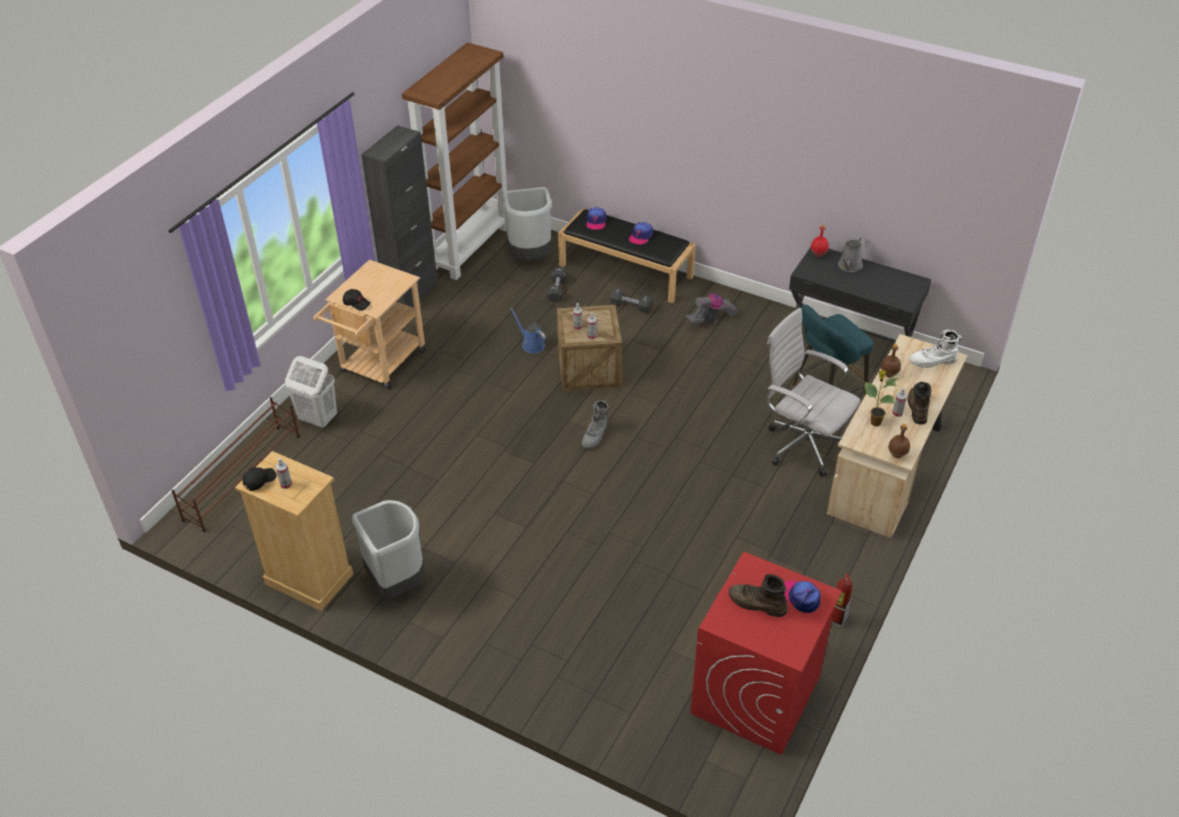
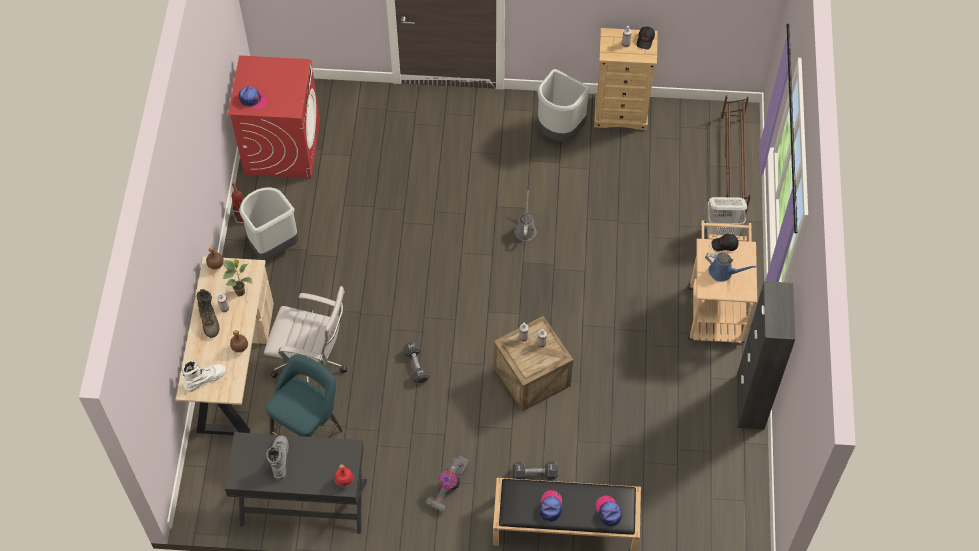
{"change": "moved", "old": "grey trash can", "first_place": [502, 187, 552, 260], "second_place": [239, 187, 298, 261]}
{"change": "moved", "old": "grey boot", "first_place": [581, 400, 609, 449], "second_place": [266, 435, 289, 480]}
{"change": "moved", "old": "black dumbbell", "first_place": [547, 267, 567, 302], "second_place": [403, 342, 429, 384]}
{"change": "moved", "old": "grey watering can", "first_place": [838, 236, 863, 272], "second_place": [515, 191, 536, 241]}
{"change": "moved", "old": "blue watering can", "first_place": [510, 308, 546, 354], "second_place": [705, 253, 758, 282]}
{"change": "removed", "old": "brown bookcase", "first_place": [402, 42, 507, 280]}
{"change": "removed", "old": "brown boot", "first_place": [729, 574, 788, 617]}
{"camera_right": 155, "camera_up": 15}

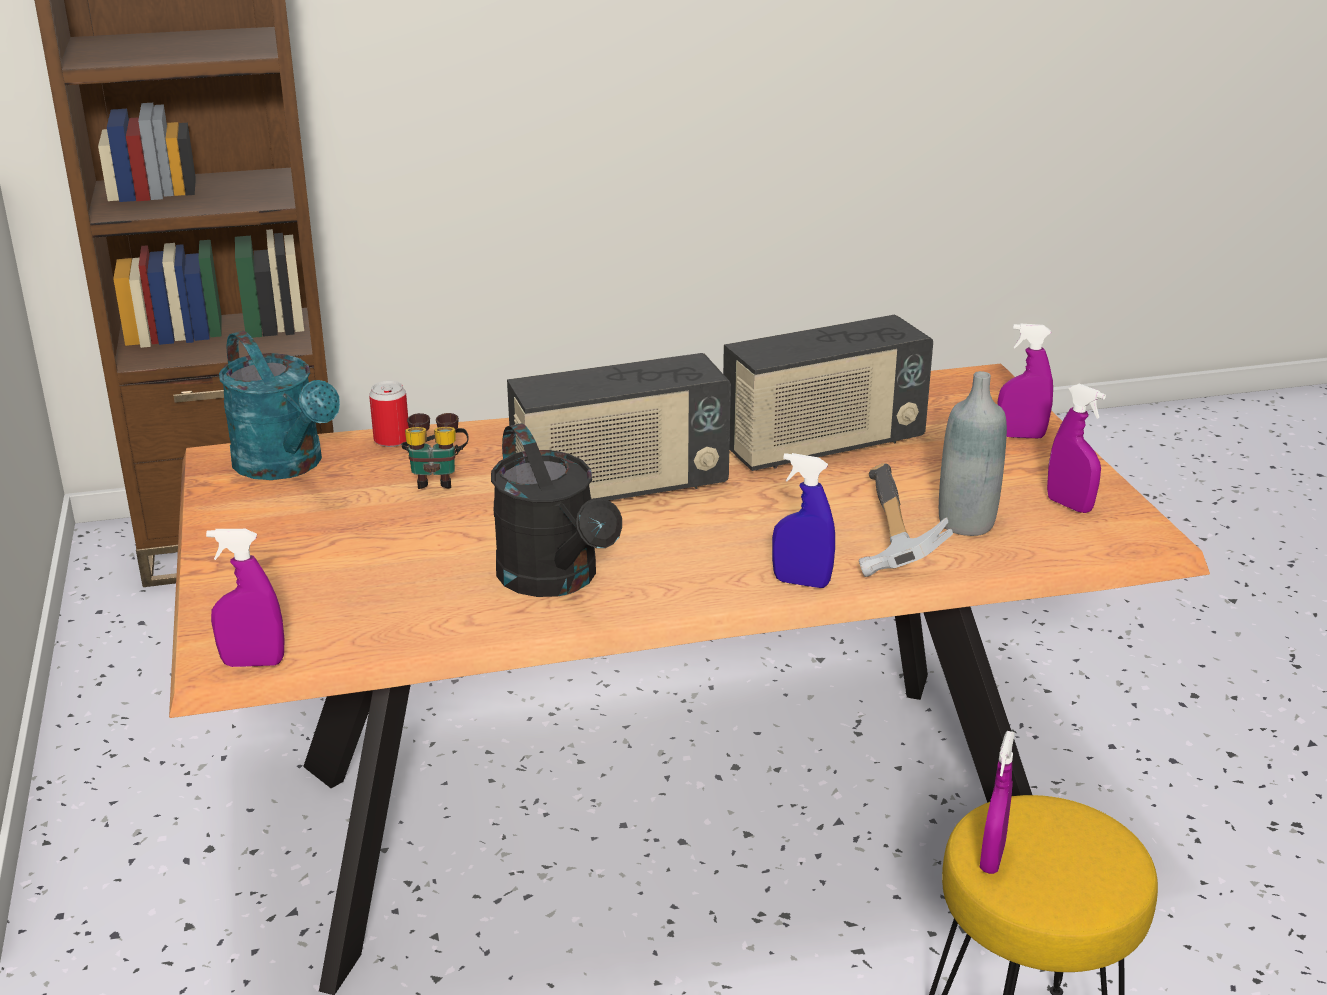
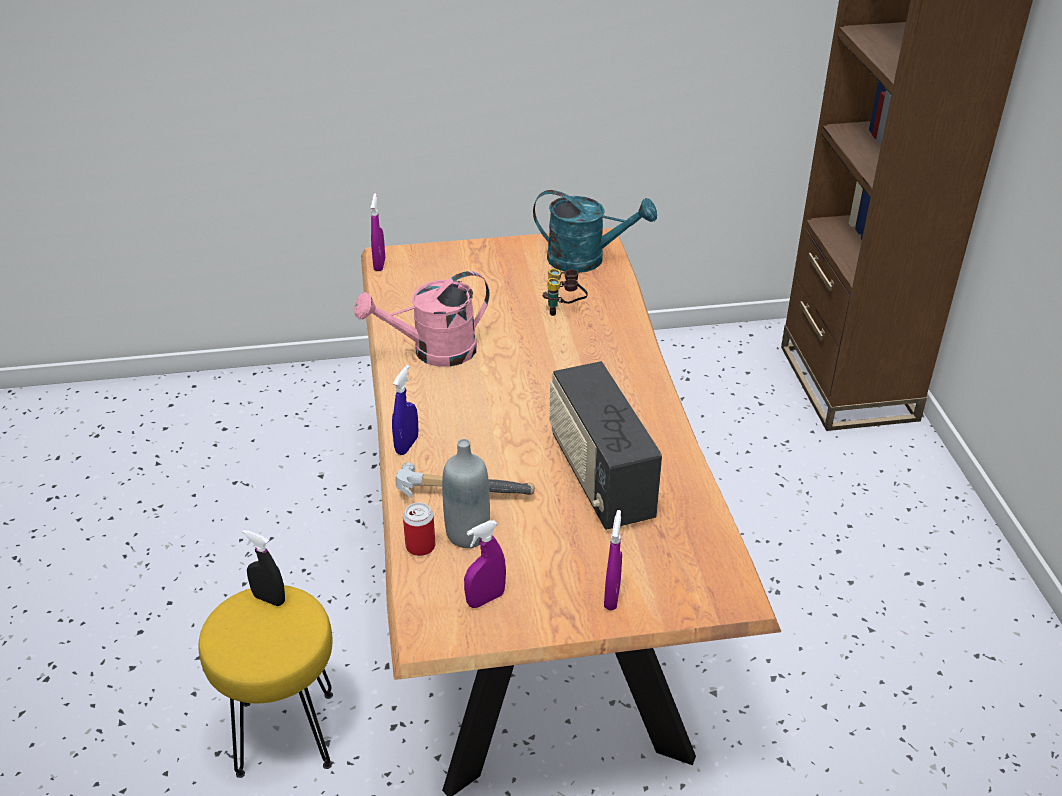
{"change": "recoloured", "old": "purple spray bottle", "new": "black spray bottle", "first_place": [980, 731, 1015, 874], "second_place": [242, 530, 285, 606]}
{"change": "recoloured", "old": "black watering can", "new": "pink watering can", "first_place": [491, 423, 622, 597], "second_place": [354, 271, 490, 367]}
{"change": "moved", "old": "can", "first_place": [369, 381, 409, 447], "second_place": [403, 502, 435, 556]}
{"change": "turned", "old": "turquoise watering can", "first_place": [219, 331, 340, 480], "second_place": [533, 190, 657, 273], "degrees": -135}
{"change": "removed", "old": "radio", "first_place": [507, 353, 731, 501]}
{"camera_right": 95, "camera_up": 10}

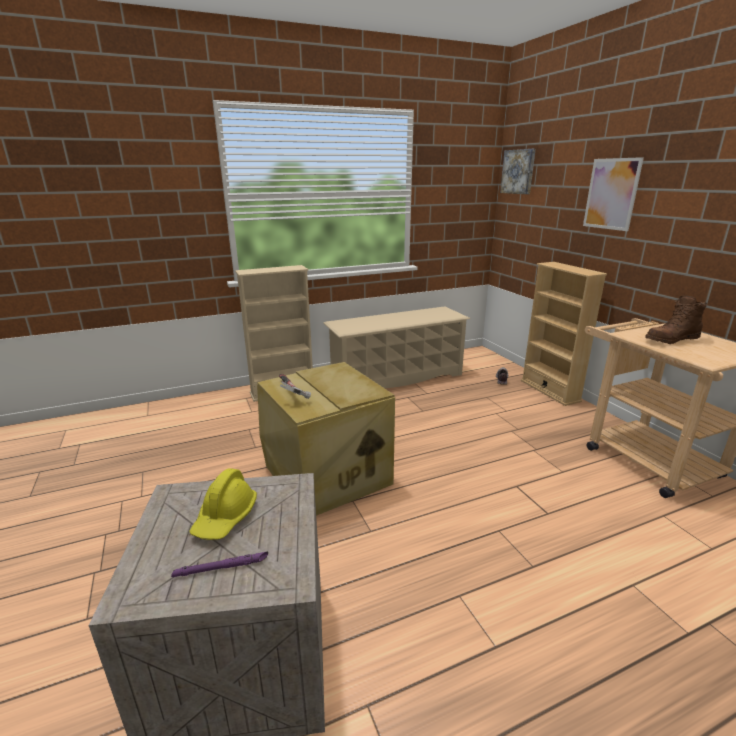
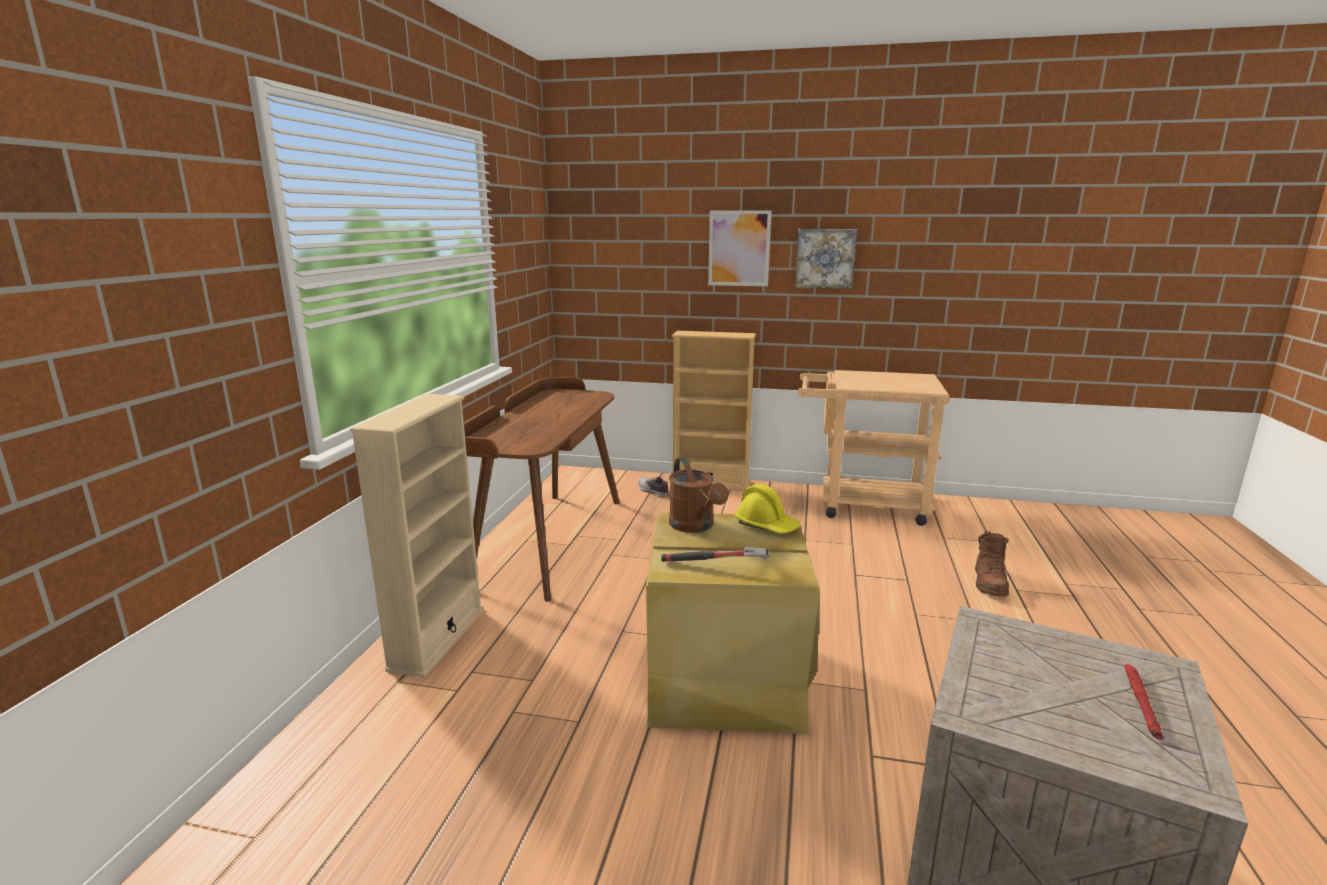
{"change": "replaced", "old": "beige shoe rack", "new": "brown desk", "first_place": [323, 306, 470, 388], "second_place": [464, 377, 620, 602]}
{"change": "added", "new": "brown watering can", "second_place": [669, 457, 728, 533]}
{"change": "moved", "old": "yellow hard hat", "first_place": [189, 468, 257, 540], "second_place": [734, 484, 801, 533]}
{"change": "moved", "old": "picture", "first_place": [500, 149, 536, 194], "second_place": [795, 229, 857, 289]}
{"change": "moved", "old": "brown boot", "first_place": [645, 296, 707, 344], "second_place": [975, 531, 1009, 597]}
{"change": "recoloured", "old": "purple flashlight", "new": "red flashlight", "first_place": [171, 552, 268, 577], "second_place": [1124, 664, 1163, 740]}
{"camera_right": -55, "camera_up": -5}

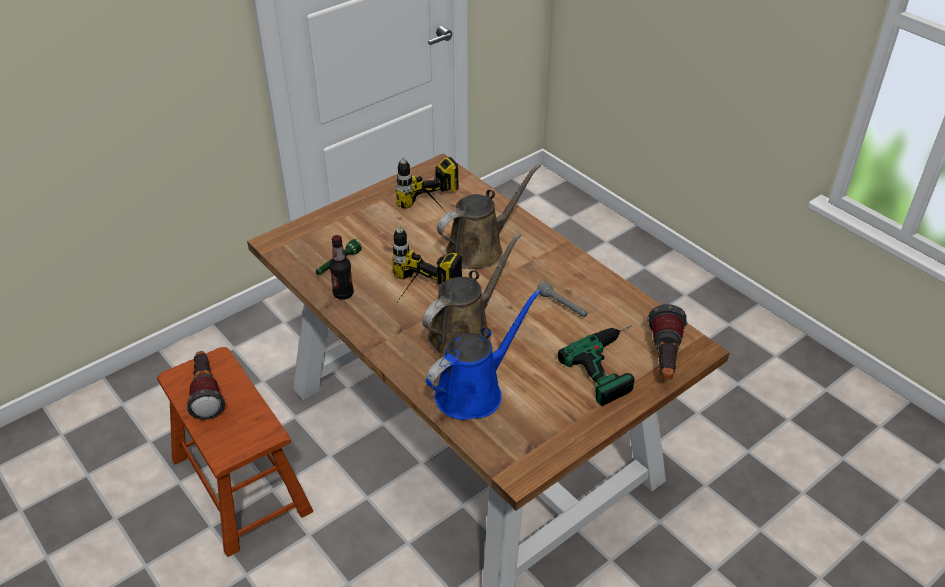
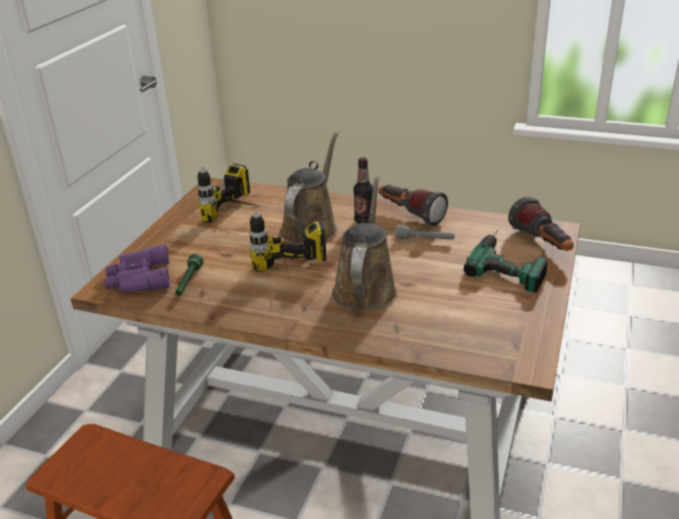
{"change": "added", "new": "purple binoculars", "second_place": [104, 244, 170, 292]}
{"change": "moved", "old": "bottle", "first_place": [329, 235, 354, 300], "second_place": [353, 157, 373, 224]}
{"change": "moved", "old": "flashlight", "first_place": [186, 351, 226, 420], "second_place": [379, 185, 448, 226]}
{"change": "removed", "old": "blue watering can", "first_place": [426, 289, 541, 420]}
{"camera_right": -30, "camera_up": -10}

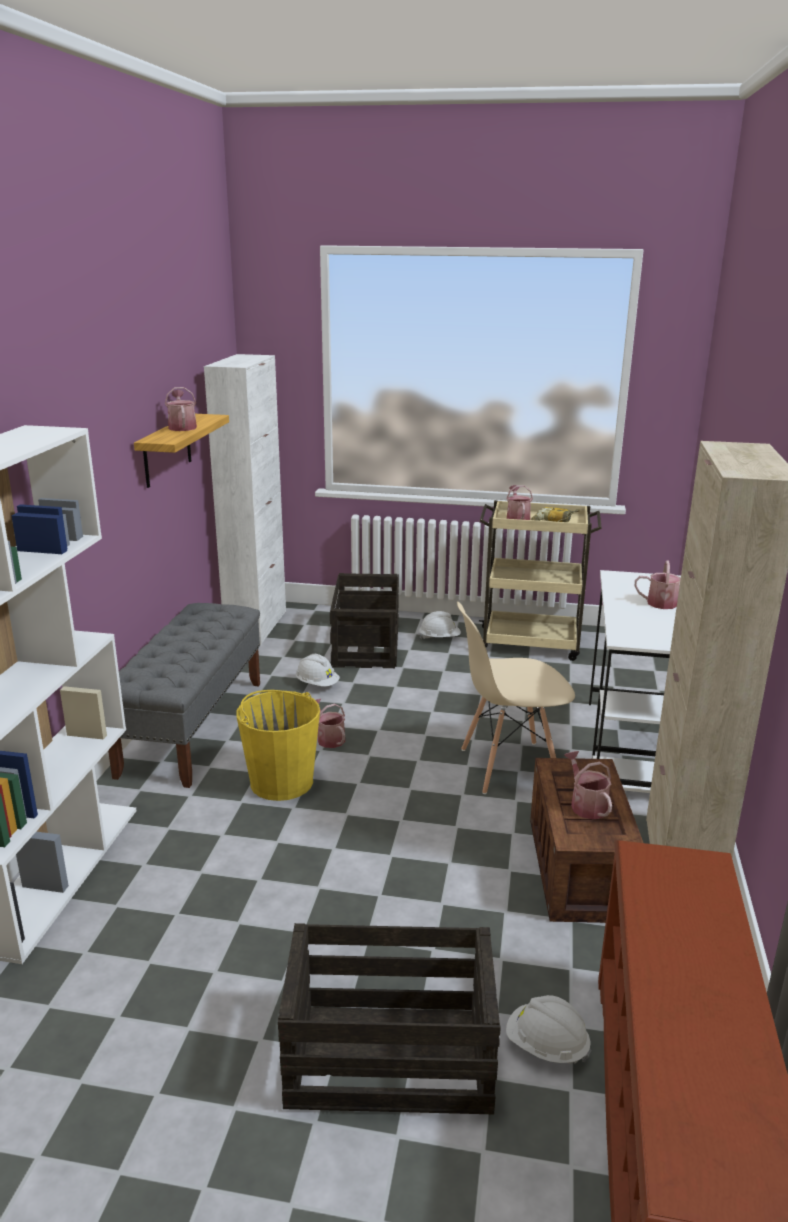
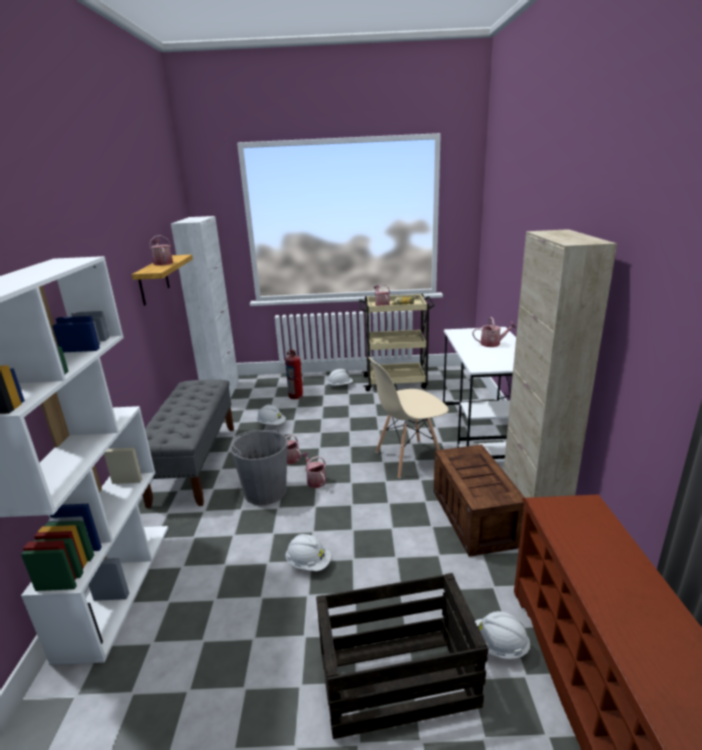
{"change": "recoloured", "old": "yellow bucket", "new": "grey bucket", "first_place": [236, 690, 320, 801], "second_place": [230, 429, 288, 505]}
{"change": "replaced", "old": "crate", "new": "fire extinguisher", "first_place": [330, 573, 399, 668], "second_place": [285, 349, 303, 399]}
{"change": "added", "new": "white hard hat", "second_place": [285, 534, 331, 571]}
{"change": "moved", "old": "watering can", "first_place": [564, 751, 612, 820], "second_place": [301, 452, 327, 488]}
{"camera_right": -10, "camera_up": 0}

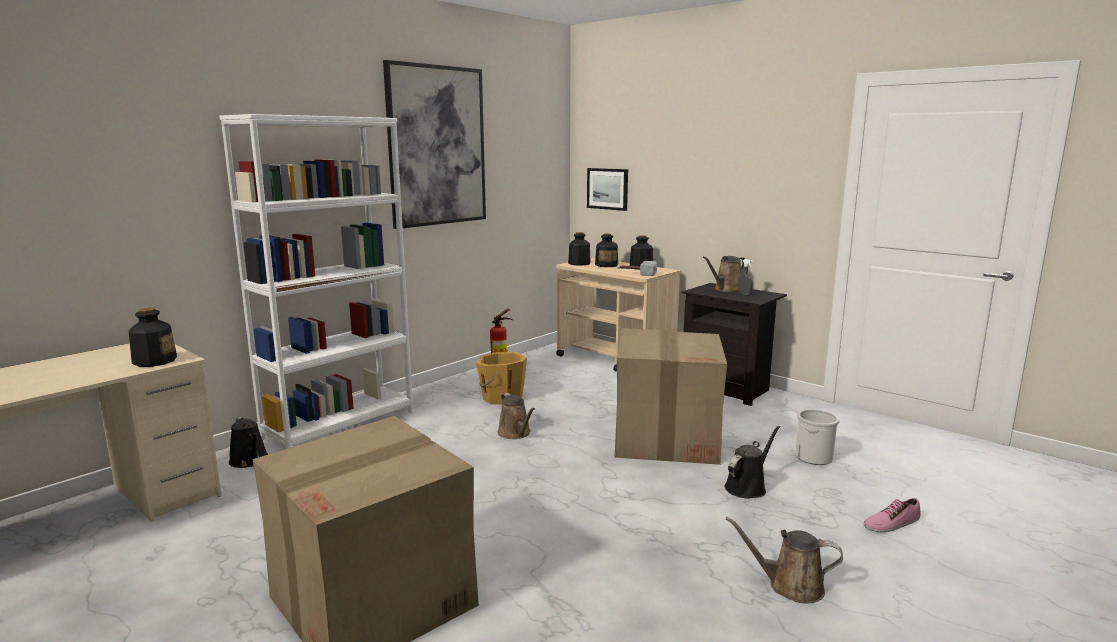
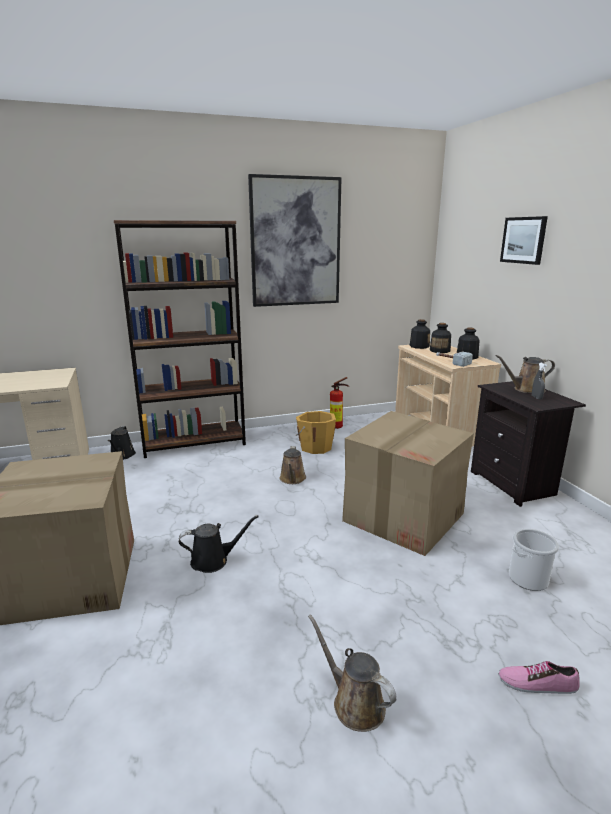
{"change": "recoloured", "old": "white bookcase", "new": "brown bookcase", "first_place": [219, 114, 413, 449], "second_place": [114, 220, 246, 458]}
{"change": "moved", "old": "black watering can", "first_place": [725, 426, 780, 498], "second_place": [179, 515, 259, 573]}
{"change": "moved", "old": "picture", "first_place": [587, 168, 628, 211], "second_place": [500, 216, 548, 265]}
{"change": "removed", "old": "bottle", "first_place": [129, 308, 177, 367]}
{"camera_right": 30, "camera_up": 5}

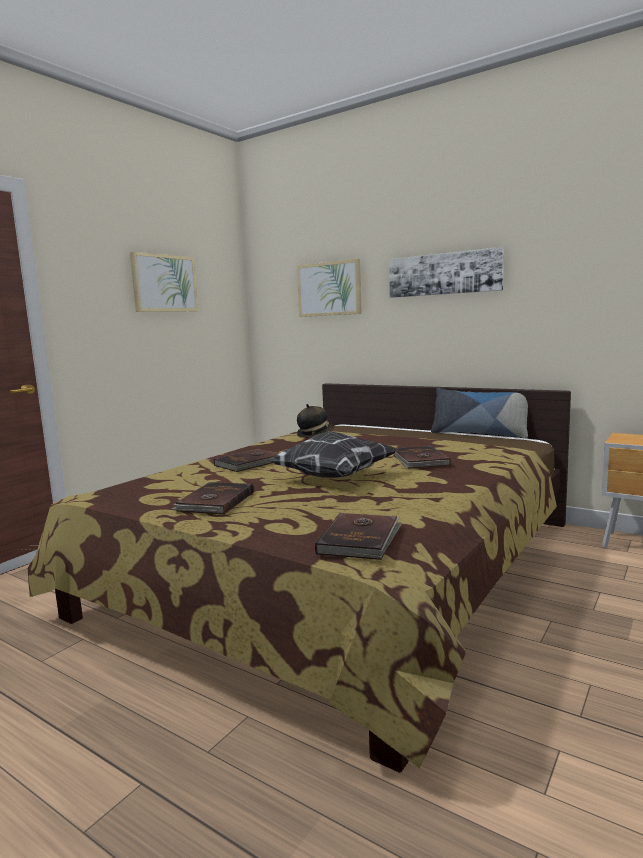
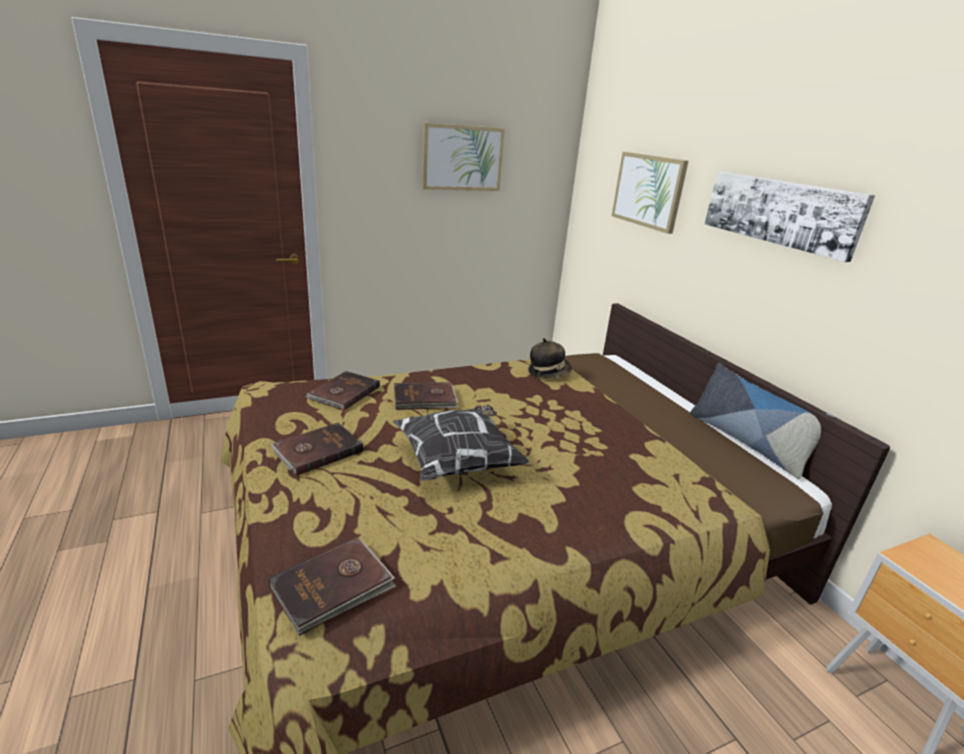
{"change": "moved", "old": "brown book", "first_place": [393, 446, 451, 469], "second_place": [305, 371, 380, 411]}
{"camera_right": 30, "camera_up": 15}

